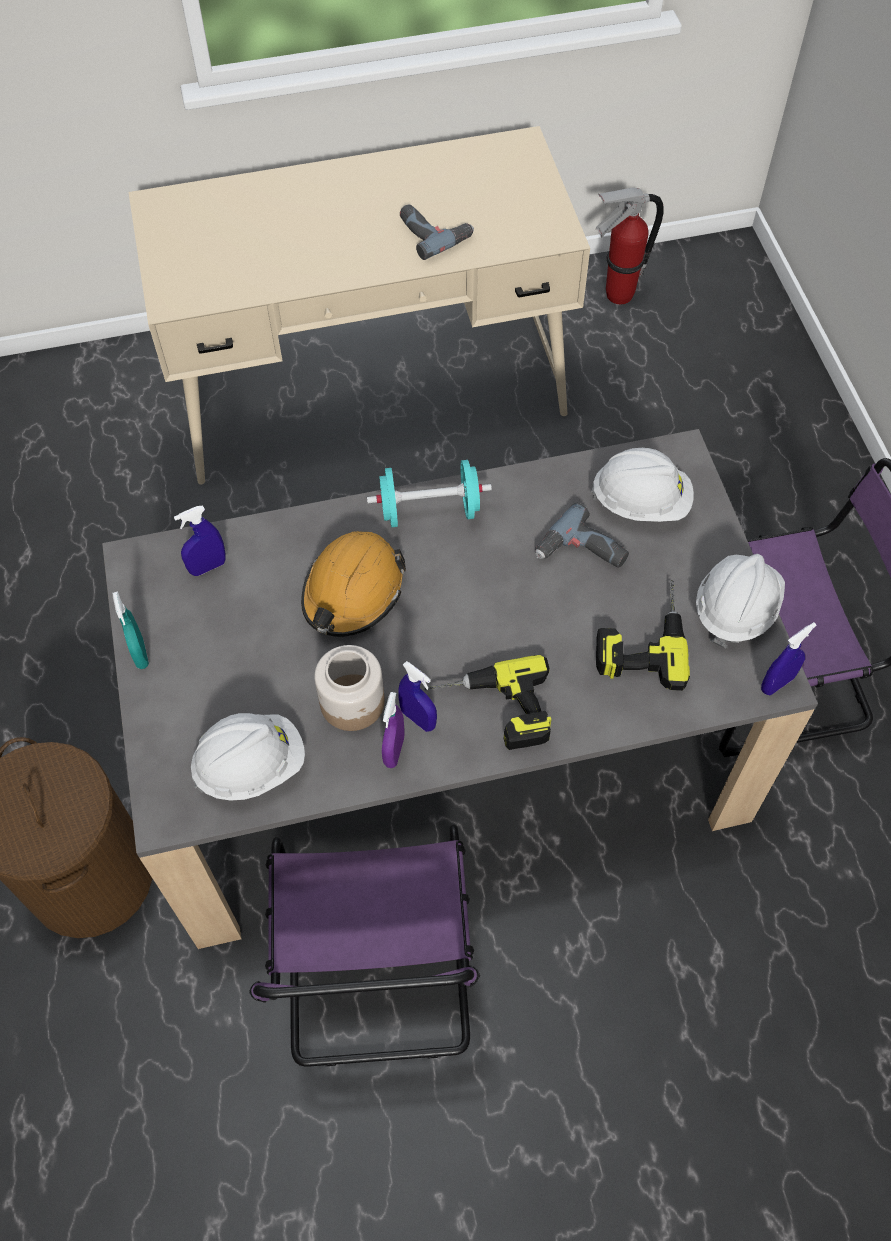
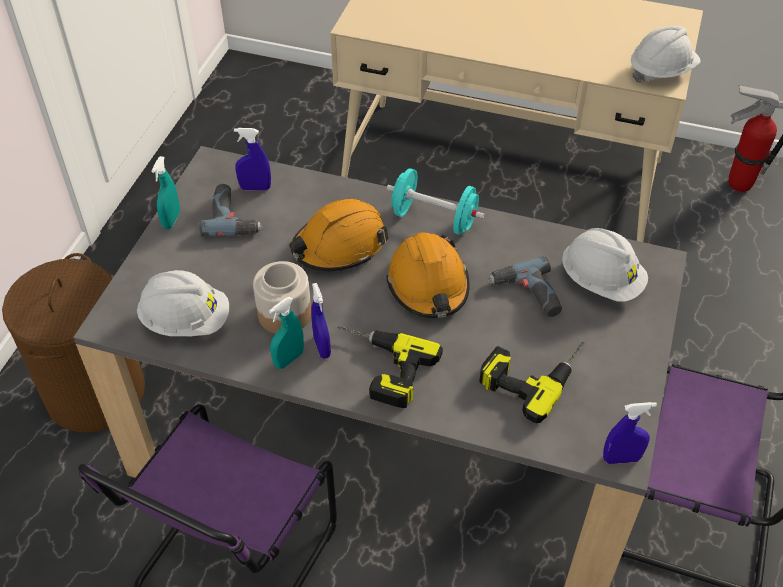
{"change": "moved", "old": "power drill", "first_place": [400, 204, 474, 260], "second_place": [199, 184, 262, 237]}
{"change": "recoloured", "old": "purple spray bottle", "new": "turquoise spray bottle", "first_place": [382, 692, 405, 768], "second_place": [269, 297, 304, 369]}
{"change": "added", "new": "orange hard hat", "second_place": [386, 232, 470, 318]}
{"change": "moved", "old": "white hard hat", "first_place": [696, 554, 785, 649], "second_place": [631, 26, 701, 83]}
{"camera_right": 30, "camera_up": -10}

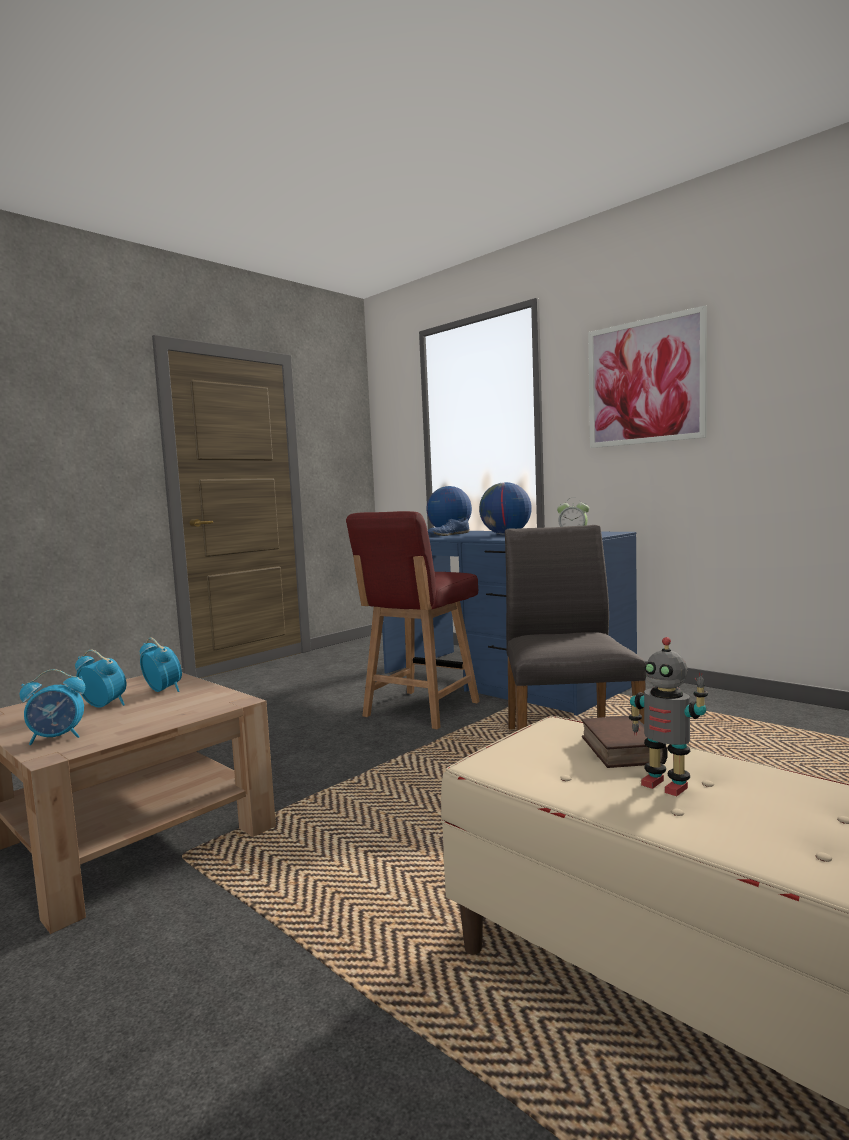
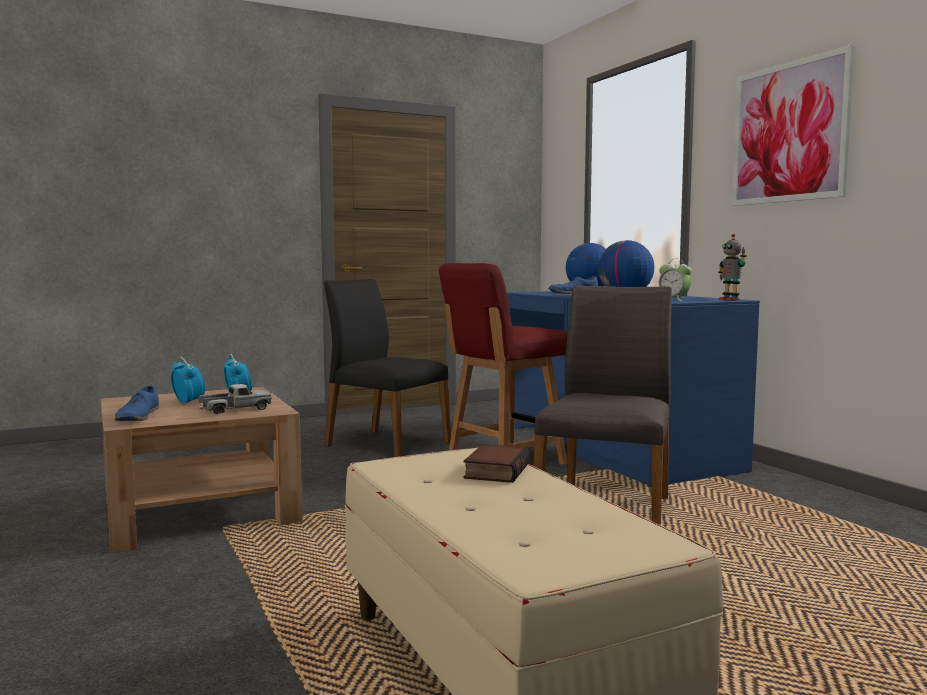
{"change": "replaced", "old": "alarm clock", "new": "blue shoe", "first_place": [20, 669, 85, 745], "second_place": [115, 385, 159, 421]}
{"change": "added", "new": "toy truck", "second_place": [199, 384, 271, 414]}
{"change": "added", "new": "black chair", "second_place": [324, 279, 451, 457]}
{"change": "moved", "old": "toy robot", "first_place": [629, 637, 708, 796], "second_place": [718, 234, 747, 300]}
{"camera_right": 20, "camera_up": 0}

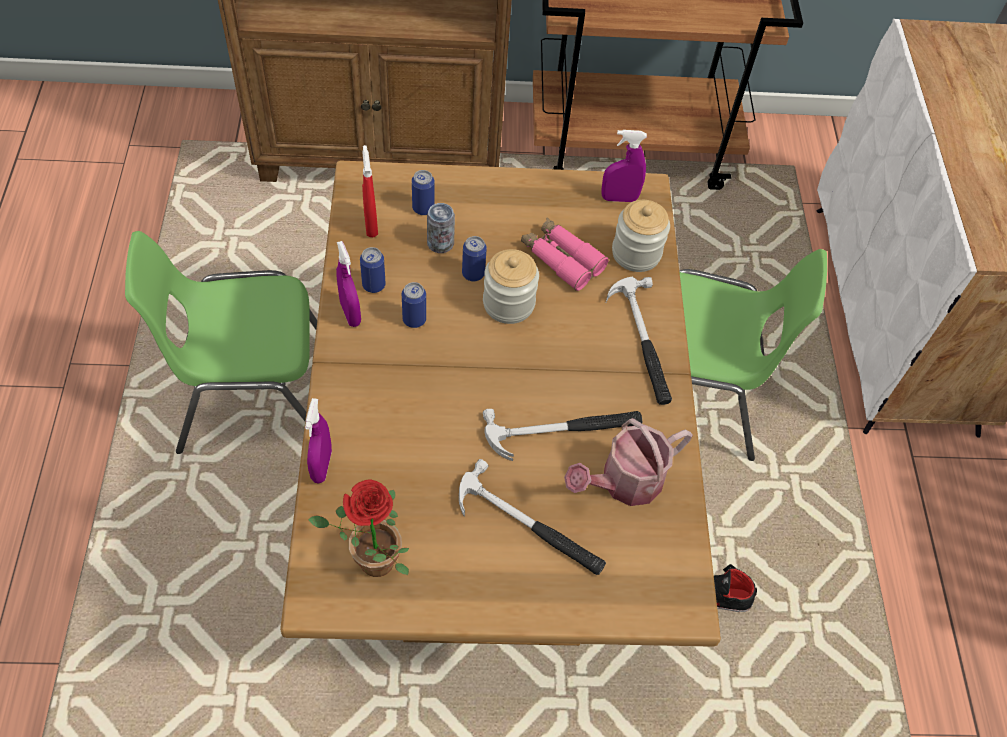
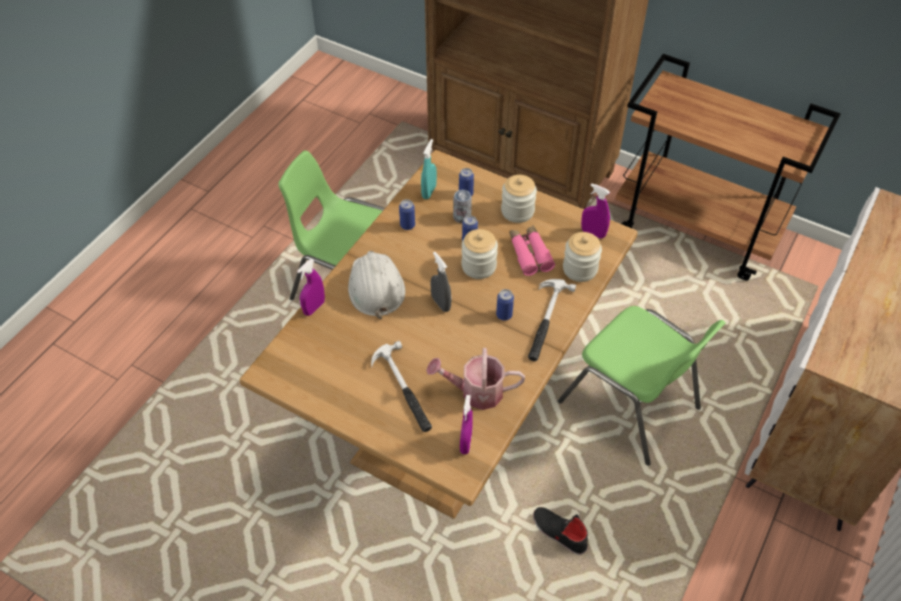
{"change": "added", "new": "white hard hat", "second_place": [348, 251, 405, 319]}
{"change": "recoloured", "old": "red spray bottle", "new": "turquoise spray bottle", "first_place": [362, 145, 378, 237], "second_place": [421, 139, 437, 199]}
{"change": "added", "new": "grey spray bottle", "second_place": [430, 252, 451, 312]}
{"change": "moved", "old": "purple spray bottle", "first_place": [336, 241, 361, 327], "second_place": [460, 395, 473, 454]}
{"change": "moved", "old": "can", "first_place": [402, 282, 426, 328], "second_place": [496, 289, 514, 321]}
{"change": "added", "new": "jar", "second_place": [501, 175, 537, 223]}
{"change": "removed", "old": "potted plant", "first_place": [308, 479, 409, 577]}
{"change": "removed", "old": "hammer", "first_place": [483, 409, 642, 461]}
{"camera_right": 35, "camera_up": -5}

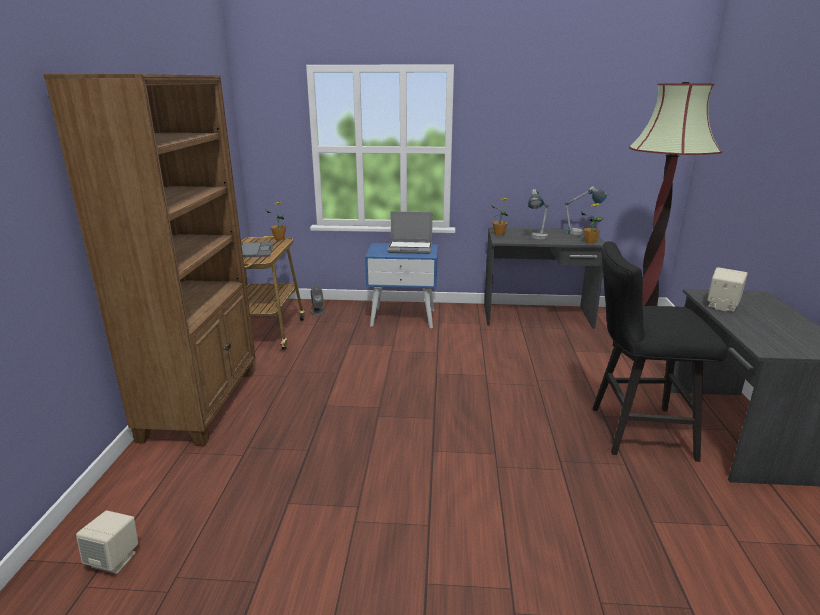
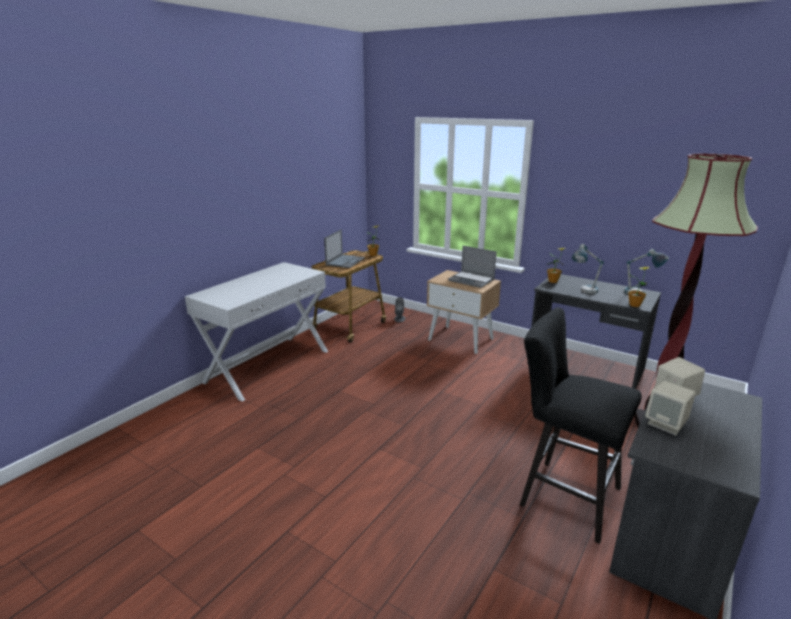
{"change": "replaced", "old": "brown bookcase", "new": "white console table", "first_place": [43, 74, 256, 446], "second_place": [185, 262, 328, 402]}
{"change": "recoloured", "old": "blue nightstand", "new": "beige nightstand", "first_place": [365, 243, 438, 328], "second_place": [427, 270, 501, 354]}
{"change": "moved", "old": "beige speaker", "first_place": [76, 511, 138, 574], "second_place": [645, 381, 696, 435]}
{"camera_right": 30, "camera_up": 0}

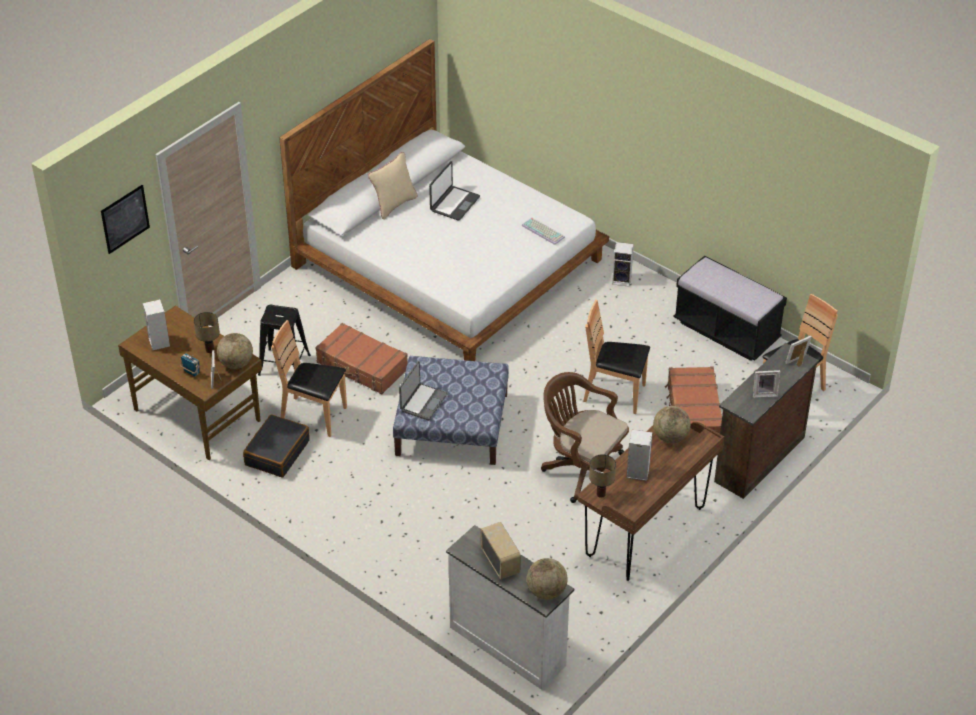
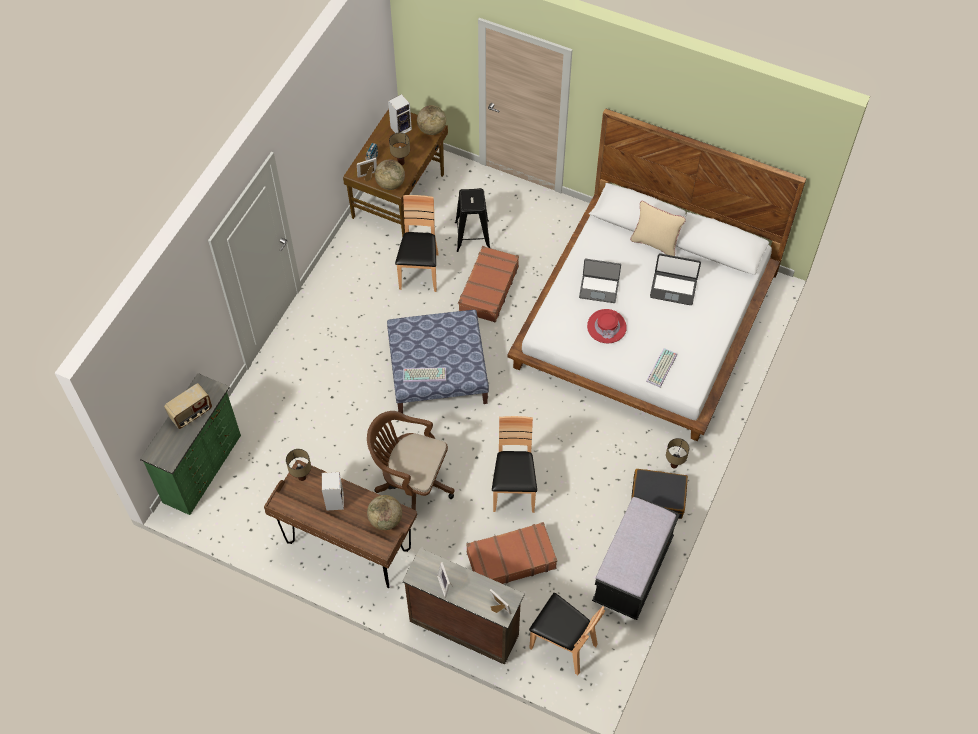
{"change": "recoloured", "old": "white dresser", "new": "green dresser", "first_place": [446, 525, 574, 690], "second_place": [140, 373, 241, 515]}
{"change": "turned", "old": "brown office chair", "first_place": [541, 372, 629, 503], "second_place": [367, 411, 455, 510], "degrees": -90}
{"change": "added", "new": "keyboard", "second_place": [403, 367, 446, 382]}
{"change": "moved", "old": "globe", "first_place": [527, 558, 568, 600], "second_place": [417, 105, 446, 135]}
{"change": "moved", "old": "laptop", "first_place": [399, 361, 448, 421], "second_place": [579, 259, 621, 303]}
{"change": "added", "new": "red hat", "second_place": [587, 309, 627, 343]}
{"change": "moved", "old": "black suitcase", "first_place": [243, 414, 310, 478], "second_place": [631, 469, 688, 519]}
{"change": "replaced", "old": "speaker", "new": "table lamp", "first_place": [612, 242, 634, 287], "second_place": [666, 438, 689, 468]}
{"change": "removed", "old": "picture", "first_place": [101, 185, 150, 254]}
{"camera_right": 75, "camera_up": 15}

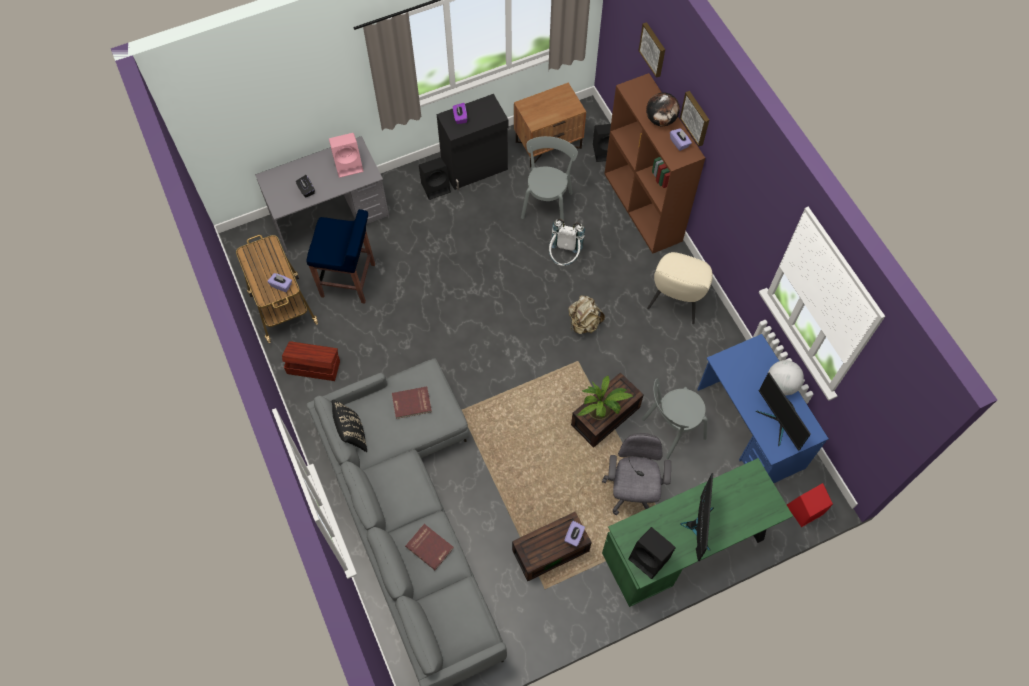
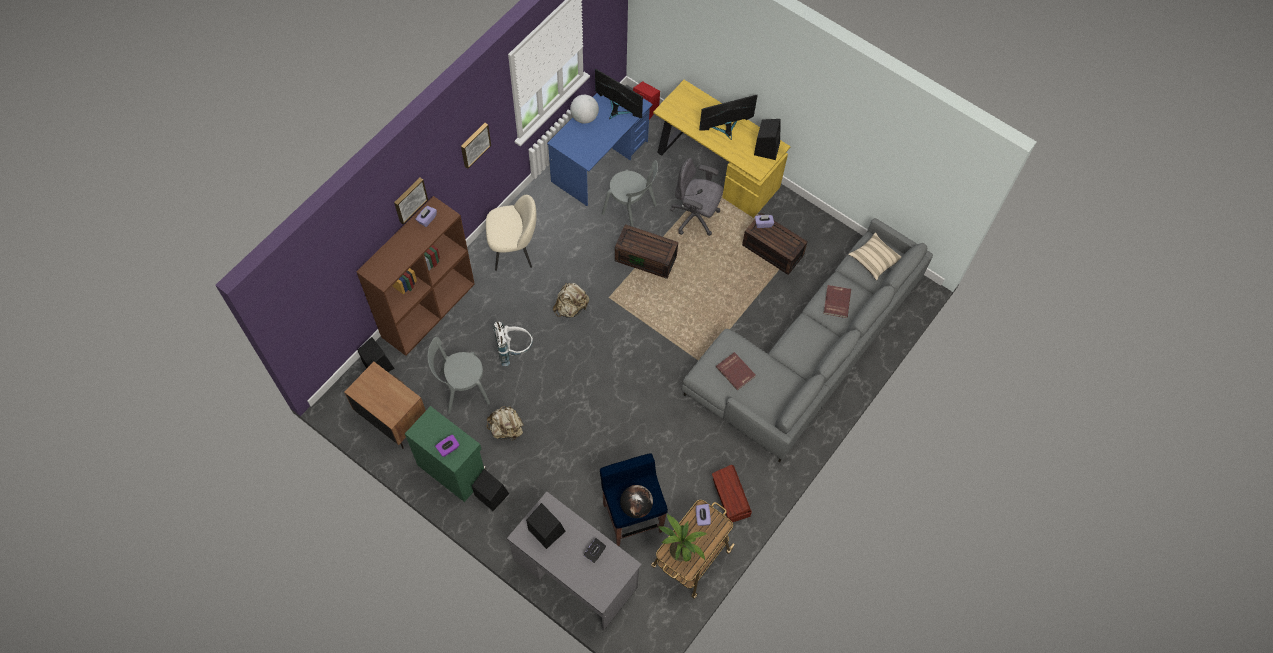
{"change": "recoloured", "old": "black cabinet", "new": "green cabinet", "first_place": [436, 94, 509, 190], "second_place": [405, 406, 487, 502]}
{"change": "moved", "old": "picture", "first_place": [638, 22, 665, 78], "second_place": [461, 123, 491, 169]}
{"change": "added", "new": "beige backpack", "second_place": [486, 406, 524, 441]}
{"change": "recoloured", "old": "pink speaker", "new": "black speaker", "first_place": [329, 133, 364, 178], "second_place": [526, 503, 566, 549]}
{"change": "turned", "old": "monitor", "first_place": [755, 373, 811, 451], "second_place": [595, 68, 643, 119], "degrees": -90}
{"change": "moved", "old": "globe", "first_place": [646, 93, 680, 126], "second_place": [620, 485, 653, 518]}
{"change": "recoloured", "old": "green desk", "new": "yellow desk", "first_place": [602, 458, 793, 607], "second_place": [653, 80, 791, 218]}
{"change": "moved", "old": "potted plant", "first_place": [578, 376, 634, 420], "second_place": [659, 514, 707, 562]}
{"change": "turned", "old": "grey office chair", "first_place": [602, 433, 671, 515], "second_place": [670, 158, 723, 236], "degrees": 45}
{"change": "added", "new": "beige pillow", "second_place": [848, 233, 901, 281]}
{"change": "removed", "old": "black pillow", "first_place": [332, 400, 367, 452]}
{"camera_right": -120, "camera_up": 0}

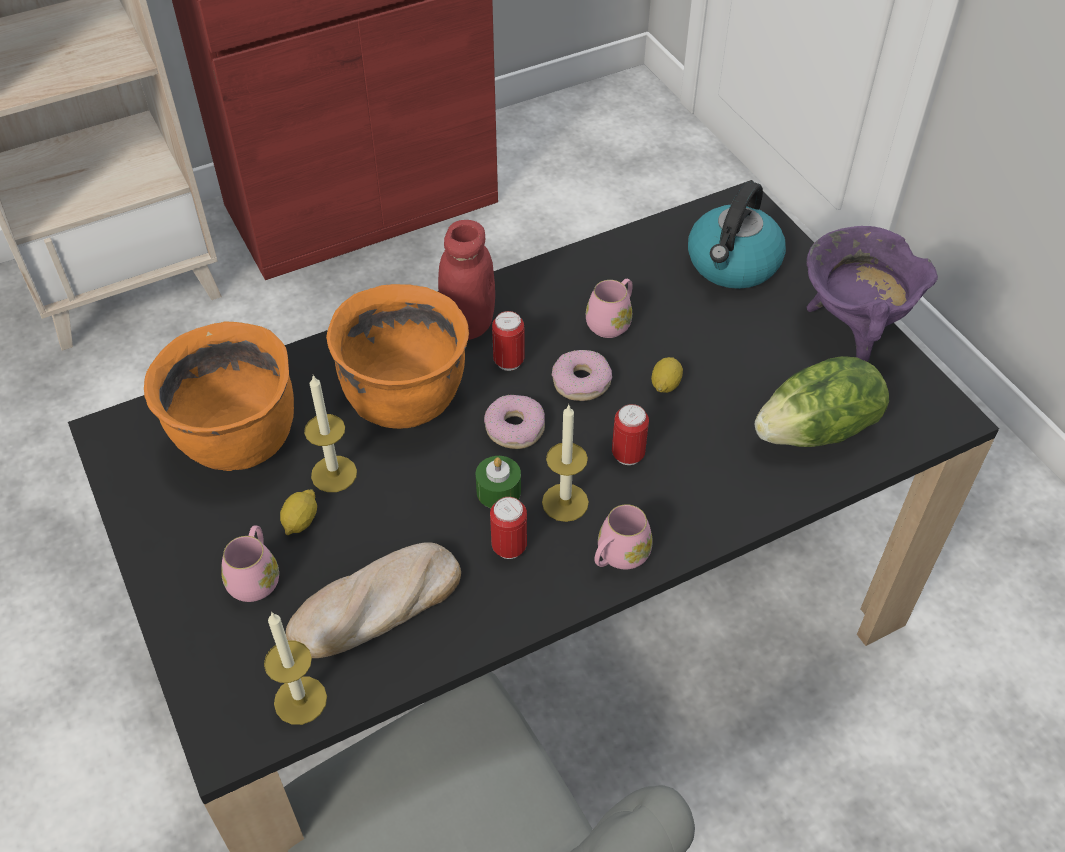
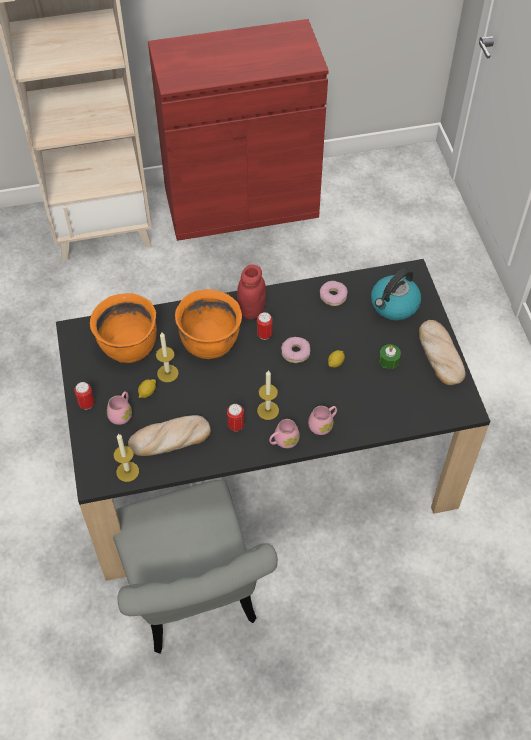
{"change": "moved", "old": "can", "first_place": [612, 404, 649, 465], "second_place": [75, 382, 94, 409]}
{"change": "moved", "old": "pink mug", "first_place": [586, 279, 633, 338], "second_place": [308, 406, 337, 435]}
{"change": "moved", "old": "donut", "first_place": [484, 395, 545, 449], "second_place": [320, 281, 348, 306]}
{"change": "moved", "old": "green candle", "first_place": [475, 456, 521, 508], "second_place": [379, 344, 401, 369]}
{"change": "replaced", "old": "purple cooking pot", "new": "bread", "first_place": [806, 226, 938, 362], "second_place": [419, 320, 466, 385]}
{"change": "removed", "old": "lettuce", "first_place": [755, 356, 889, 447]}
{"camera_right": 15, "camera_up": 5}

